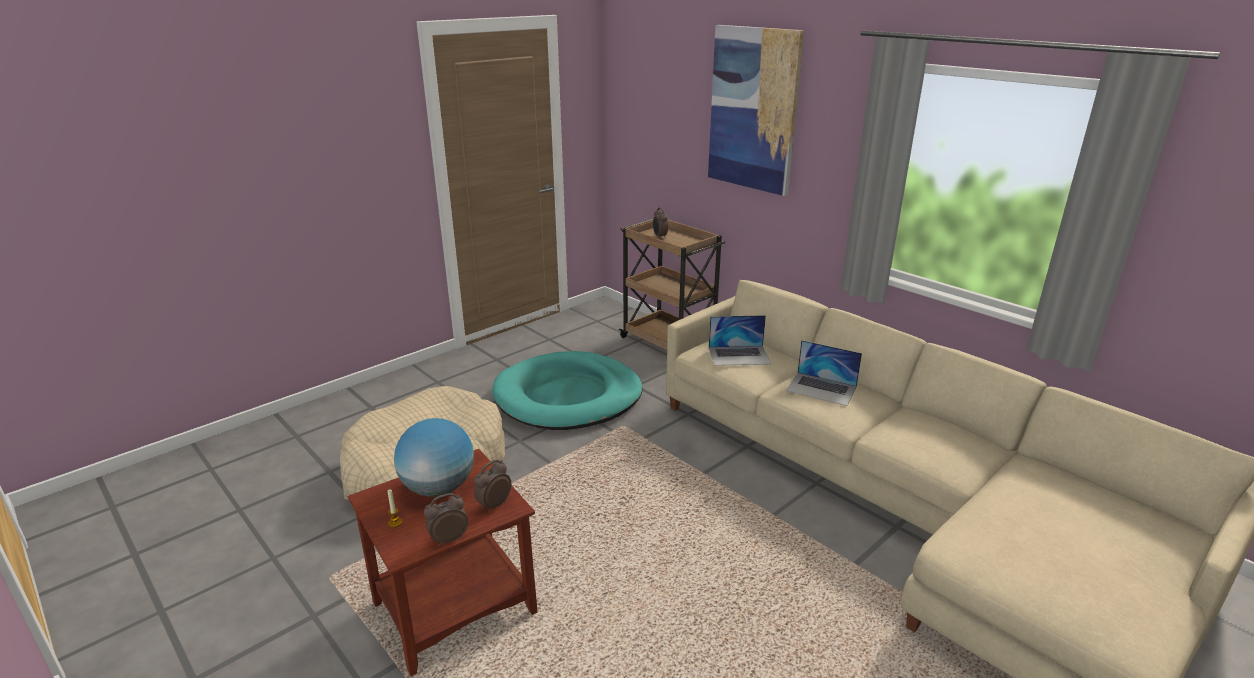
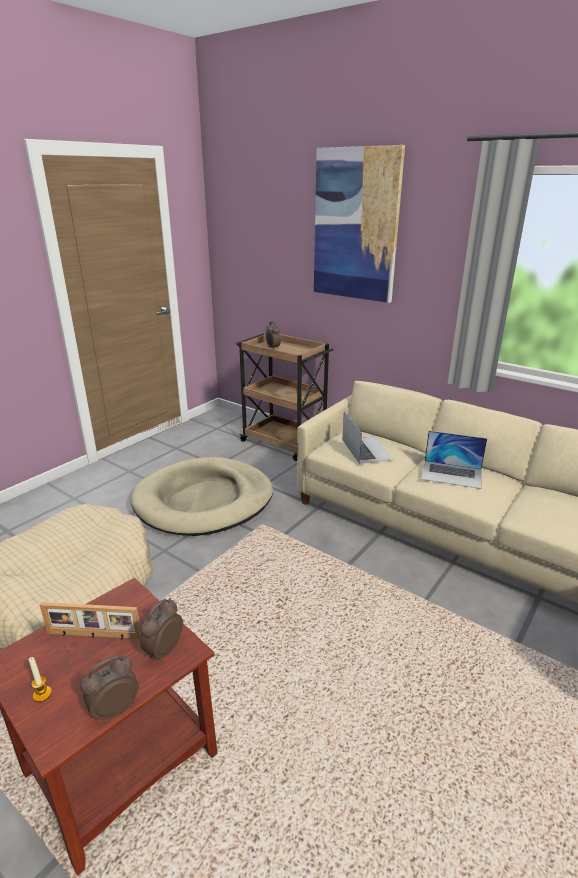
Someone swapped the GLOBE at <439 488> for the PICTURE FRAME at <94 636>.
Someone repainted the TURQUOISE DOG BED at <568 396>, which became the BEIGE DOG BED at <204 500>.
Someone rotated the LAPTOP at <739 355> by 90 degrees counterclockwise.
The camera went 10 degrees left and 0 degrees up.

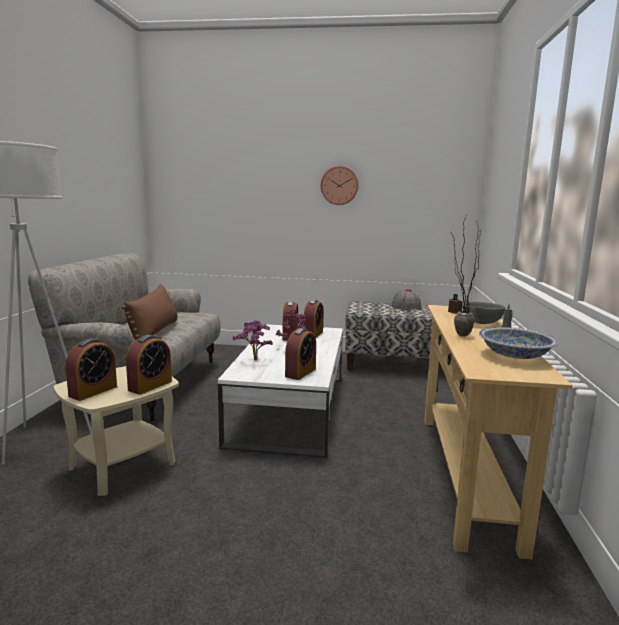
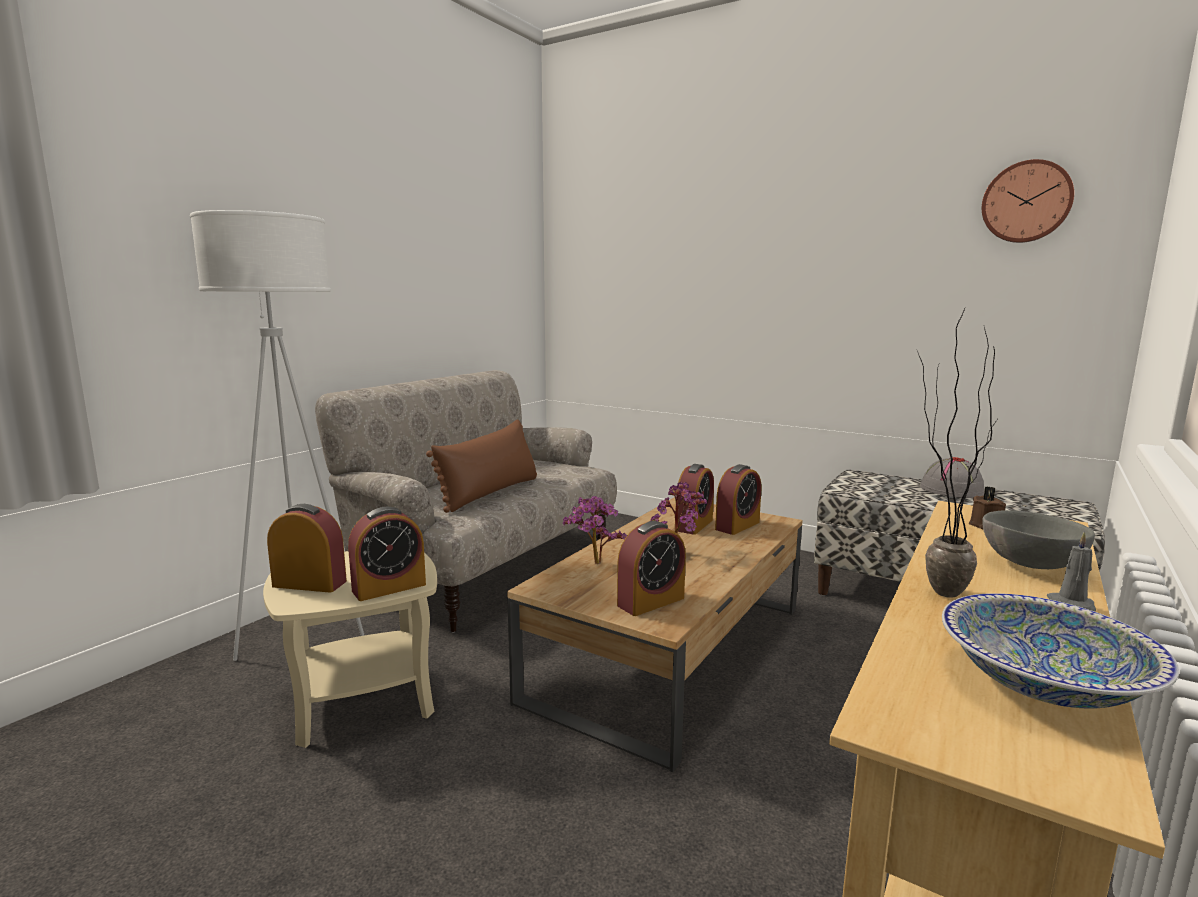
Someone rotated the ALARM CLOCK at <93 391> by 135 degrees counterclockwise.
Someone repainted the WHITE COFFEE TABLE at <290 407>, which became the BROWN COFFEE TABLE at <672 650>.
Someone carried the WALL CLOCK from <339 185> to <1026 202>.
The camera went 25 degrees right and 0 degrees up.

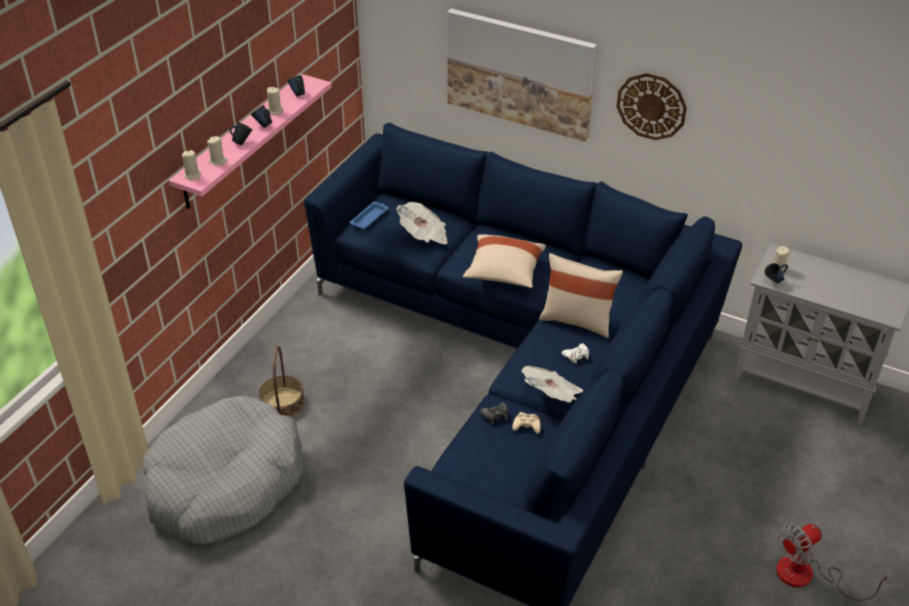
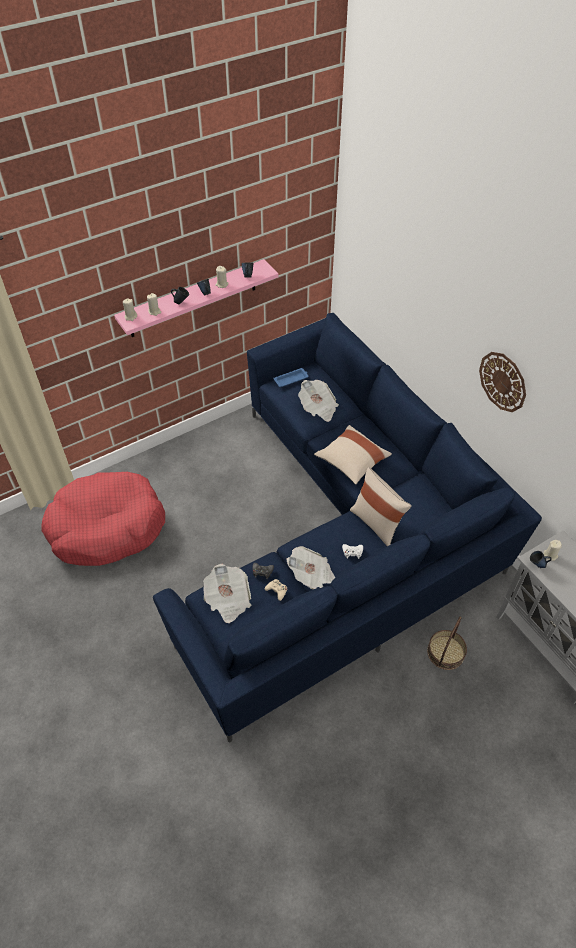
Someone repainted the GREY DOG BED at <225 484>, which became the RED DOG BED at <107 527>.
Someone carried the BASKET from <282 402> to <446 652>.
Someone took away the PICTURE at <520 73>.
Someone took away the FAN at <808 576>.
Someone put down the NEWSPAPER at <228 600>.
The camera went 30 degrees right and 10 degrees up.

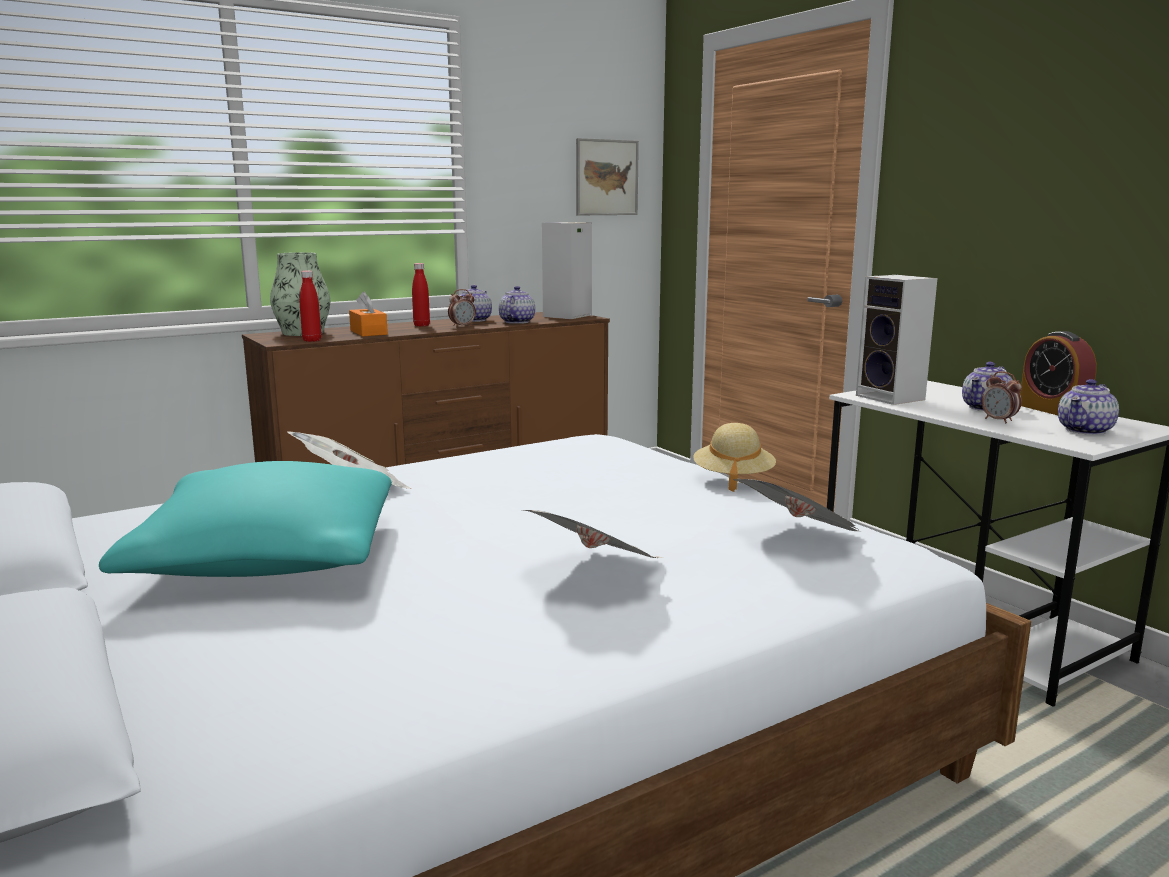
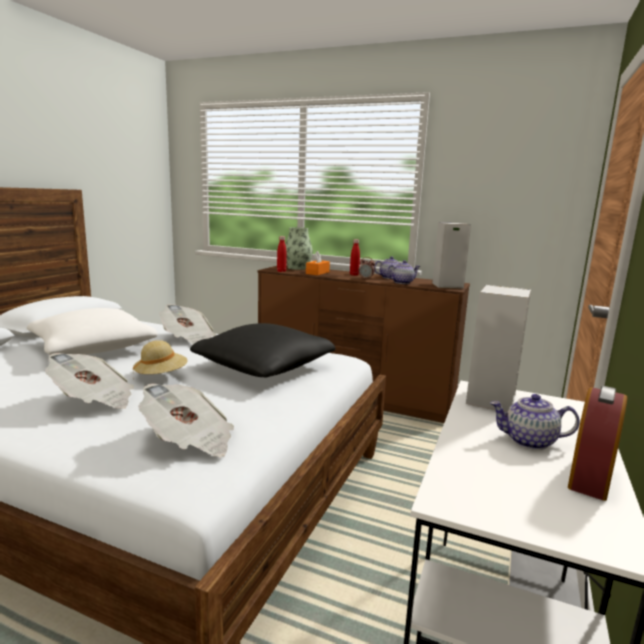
Someone repainted the TURQUOISE PILLOW at <268 558>, which became the WHITE PILLOW at <93 348>.
Someone took away the PICTURE at <606 177>.
Someone carried the BEIGE HAT from <733 479> to <161 376>.
Someone took away the ALARM CLOCK at <999 420>.
Someone took away the TEAPOT at <1085 430>.
Someone put down the BLACK PILLOW at <264 367>.
The camera went 55 degrees right and 0 degrees up.

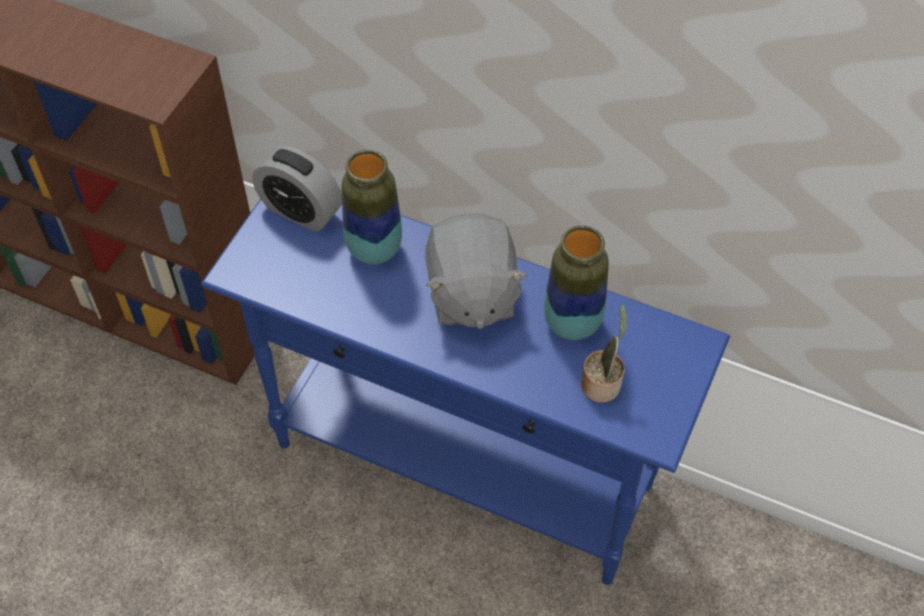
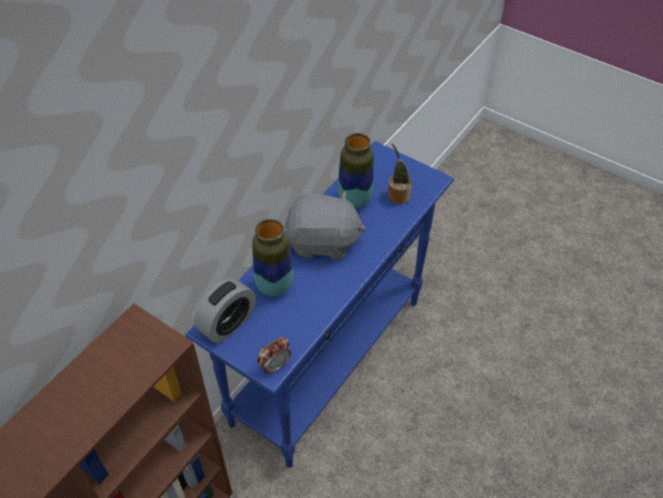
Someone put down the ALARM CLOCK at <275 366>.
The camera went 80 degrees left and 5 degrees down.

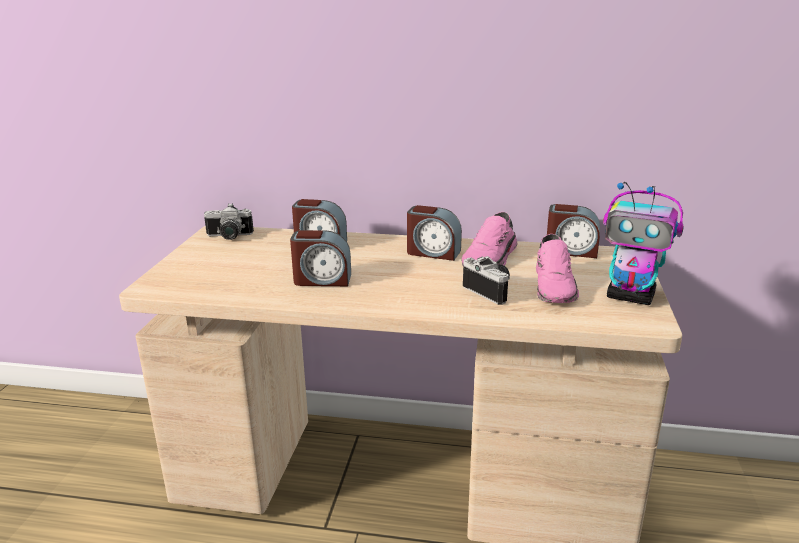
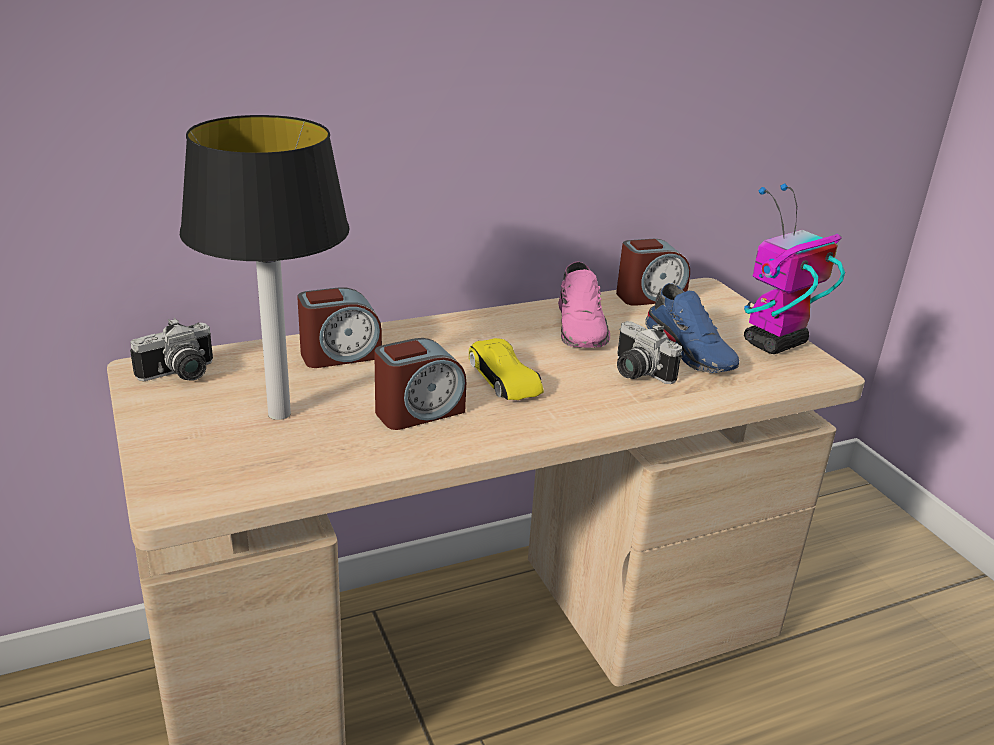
Someone took away the ALARM CLOCK at <433 252>.
Someone rotated the PHOTO CAMERA at <492 291> by 150 degrees counterclockwise.
Someone repainted the PINK SHOE at <555 287>, which became the BLUE SHOE at <691 350>.
Someone rotated the TOY ROBOT at <631 297> by 150 degrees clockwise.
Someone put down the TABLE LAMP at <278 414>.
Someone put down the YELLOW TOY CAR at <504 378>.
The camera went 35 degrees left and 5 degrees up.

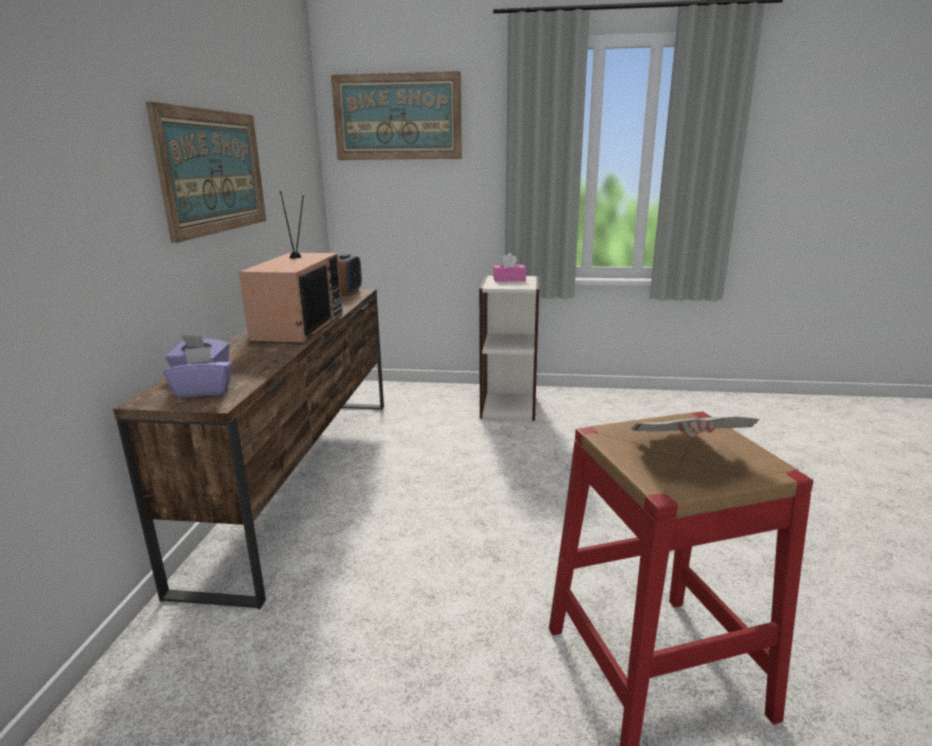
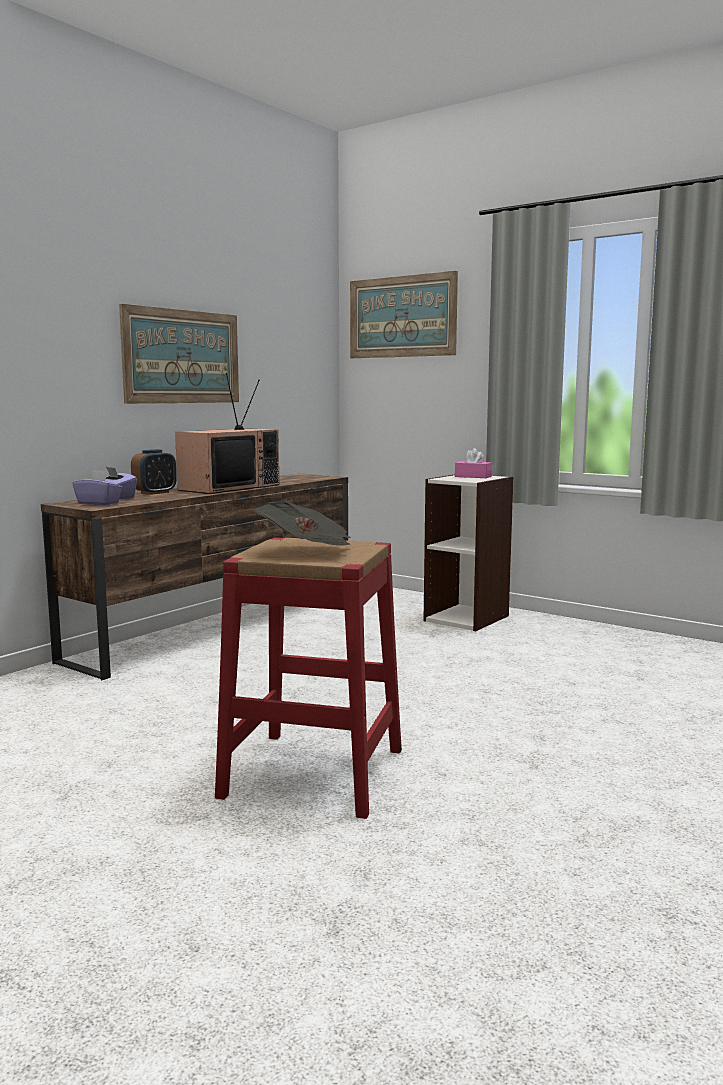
Someone carried the ALARM CLOCK from <349 292> to <155 493>.
The camera went 30 degrees right and 10 degrees down.

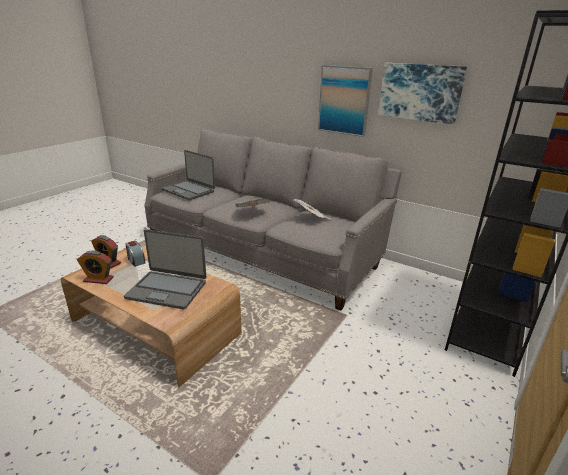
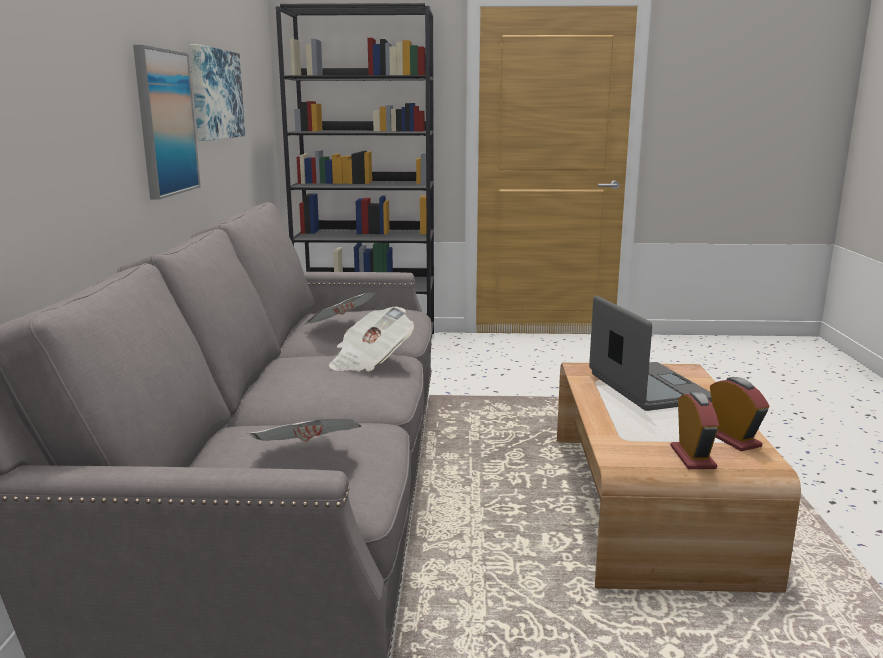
Someone took away the ALARM CLOCK at <136 261>.
Someone swapped the LAPTOP at <189 191> for the NEWSPAPER at <307 459>.
The camera went 120 degrees left and 10 degrees down.

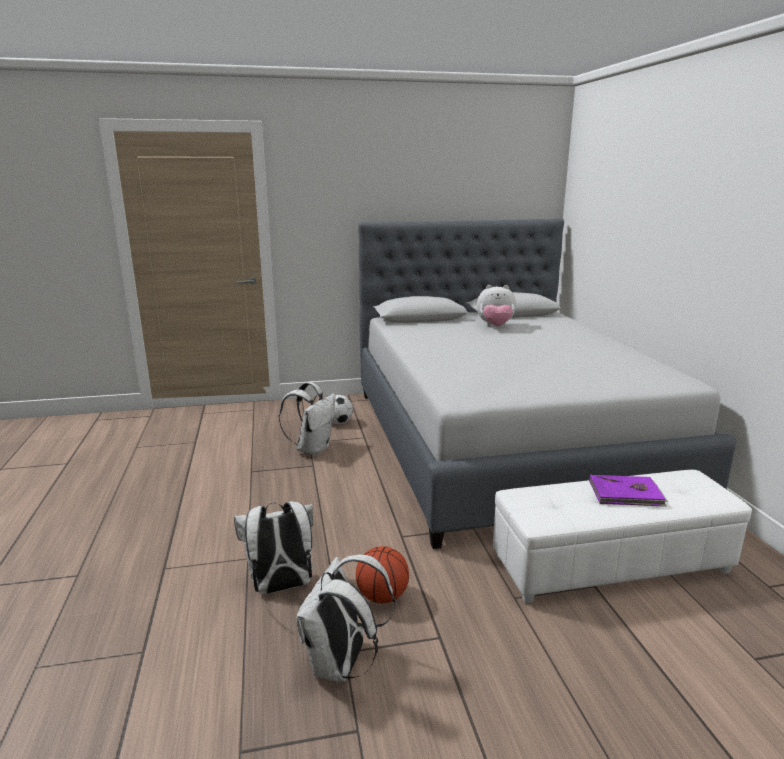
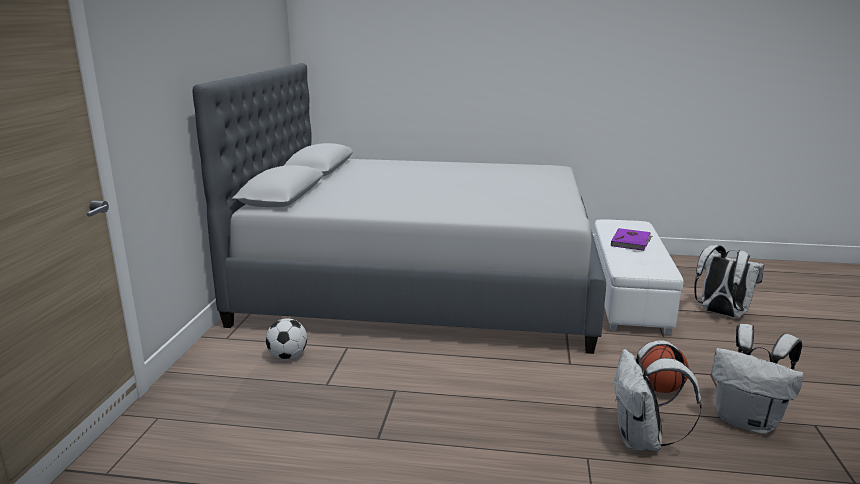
Someone carried the WHITE BACKPACK from <312 449> to <720 313>.
Someone took away the PLUSH TOY at <495 327>.
The camera went 70 degrees left and 0 degrees up.

